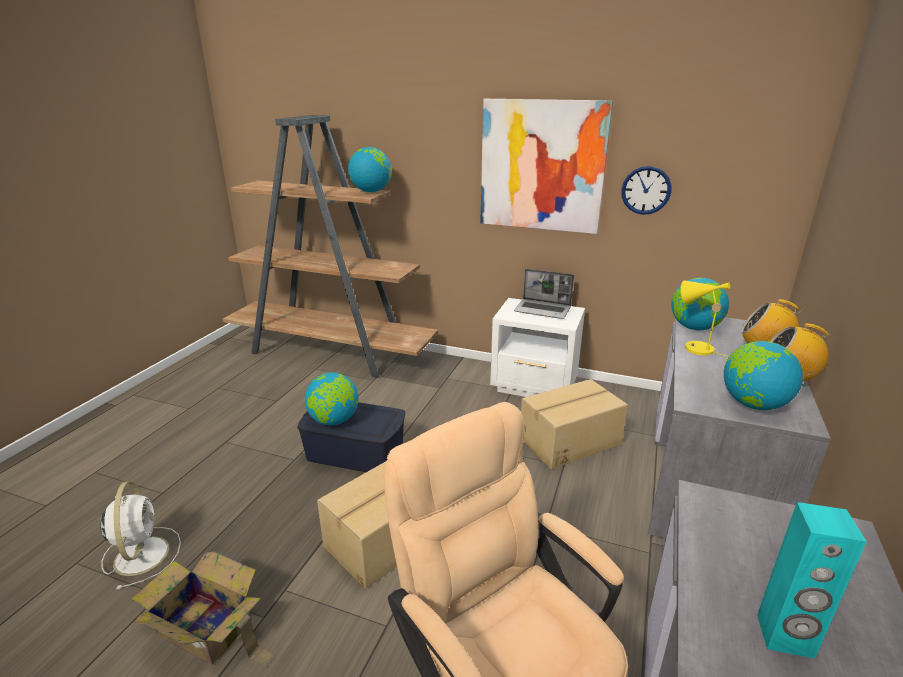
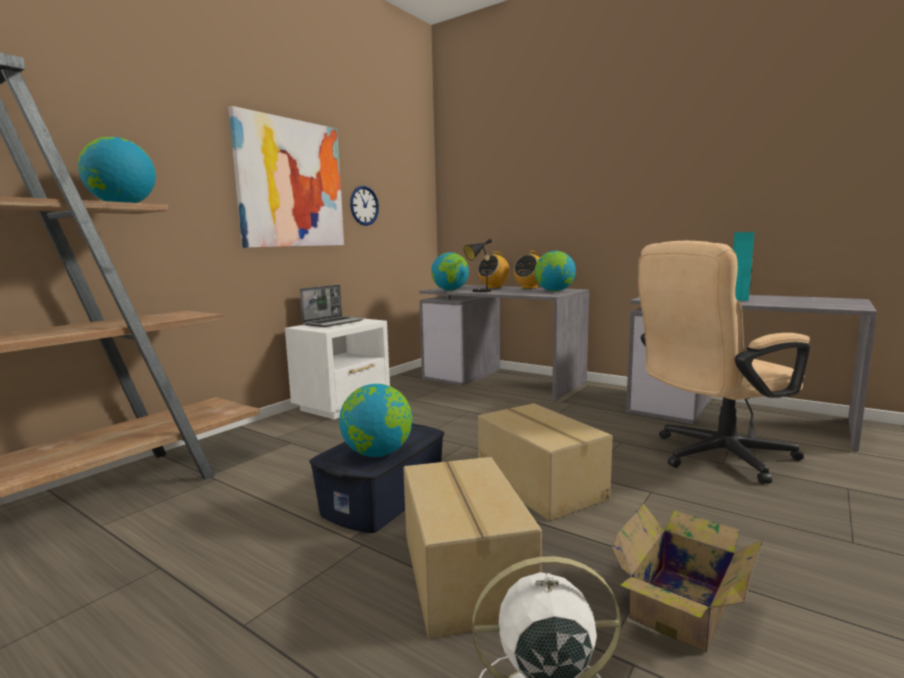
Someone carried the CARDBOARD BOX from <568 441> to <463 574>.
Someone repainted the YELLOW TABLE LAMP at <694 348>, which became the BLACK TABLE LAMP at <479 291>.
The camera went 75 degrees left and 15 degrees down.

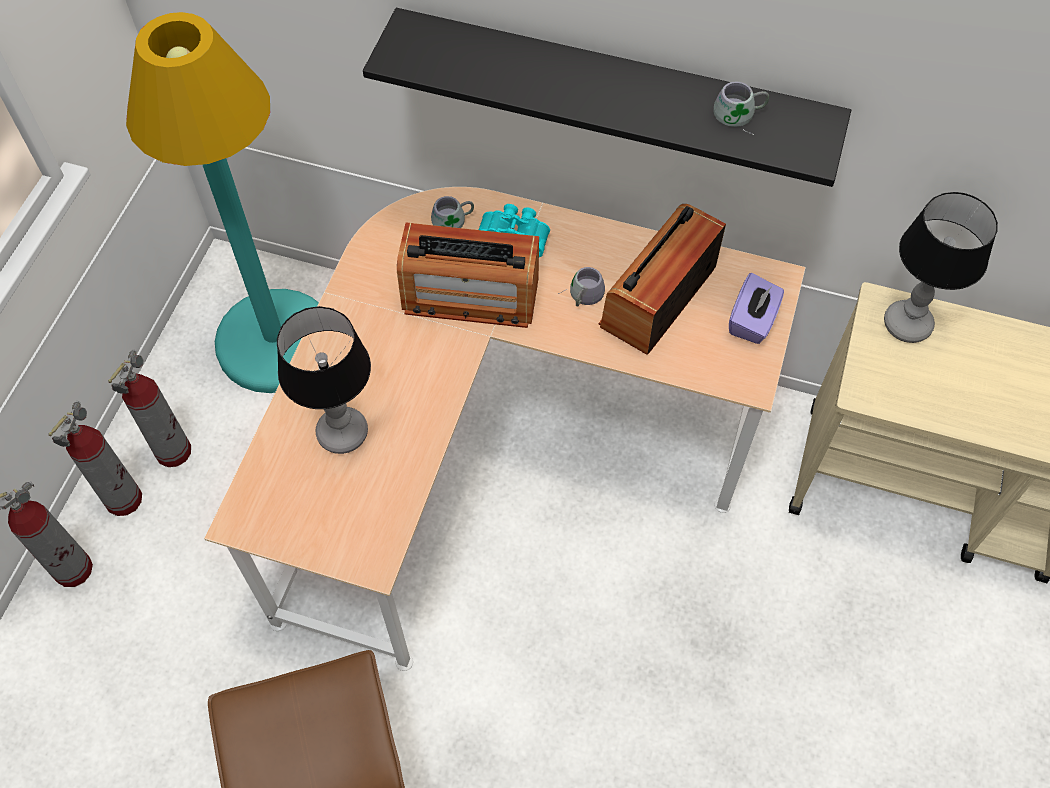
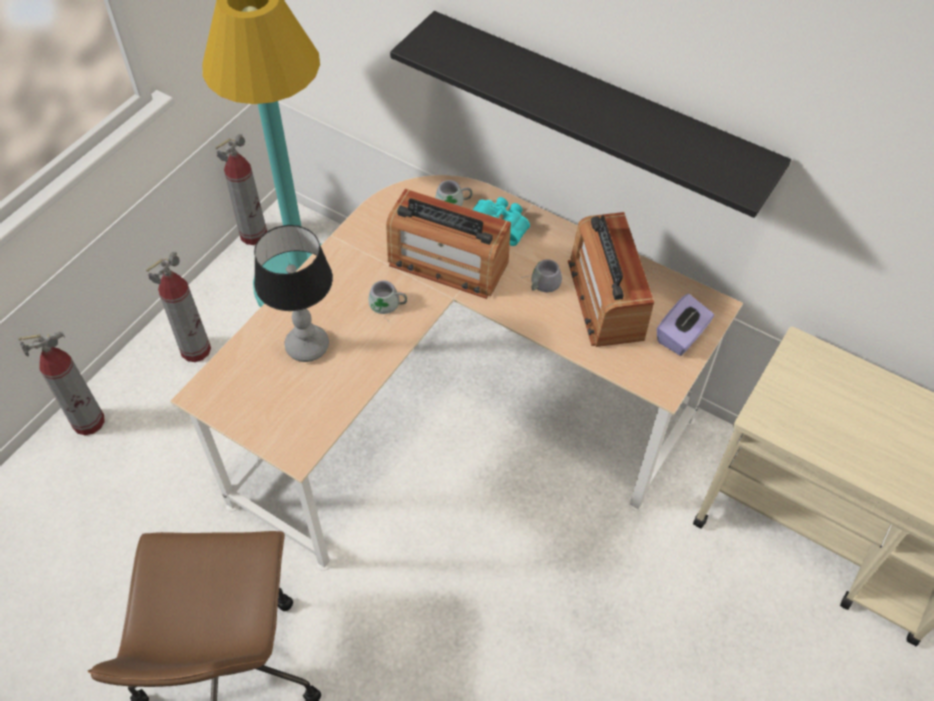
Someone carried the FIRE EXTINGUISHER from <124 499> to <254 234>.
Someone rotated the RADIO at <658 297> by 60 degrees counterclockwise.
Someone carried the GREY MUG from <739 116> to <387 306>.
Someone took away the TABLE LAMP at <908 325>.
The camera went 15 degrees right and 5 degrees down.

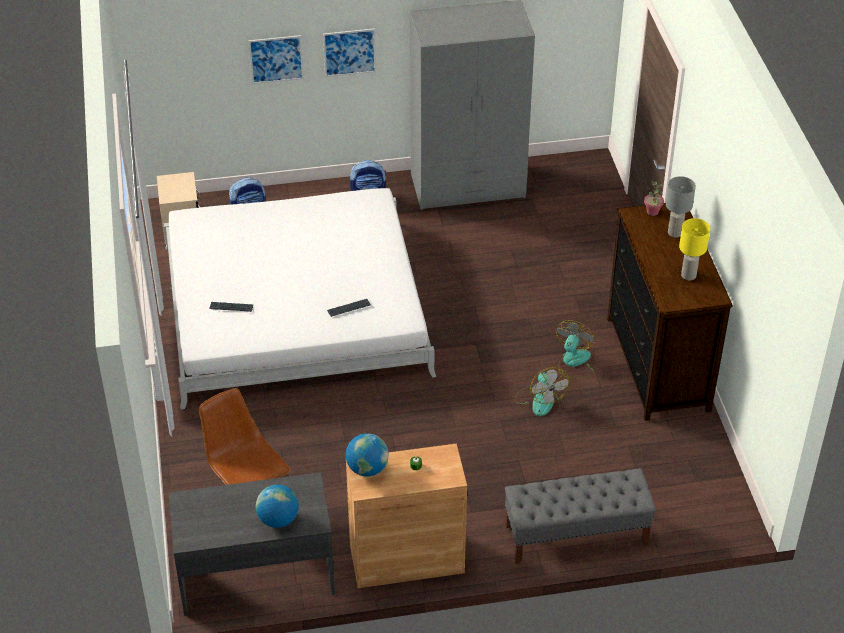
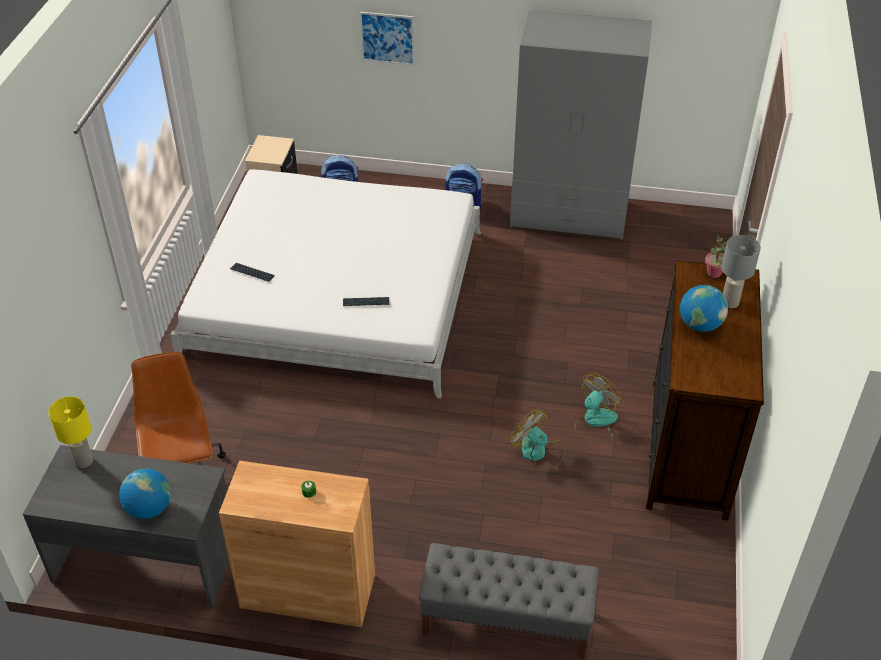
Someone took away the PICTURE at <349 52>.
Someone carried the GLOBE from <367 468> to <700 325>.
Someone rotated the FAN at <539 399> by 135 degrees clockwise.
Someone carried the YELLOW TABLE LAMP from <688 275> to <83 461>.
The camera went 20 degrees right and 0 degrees up.

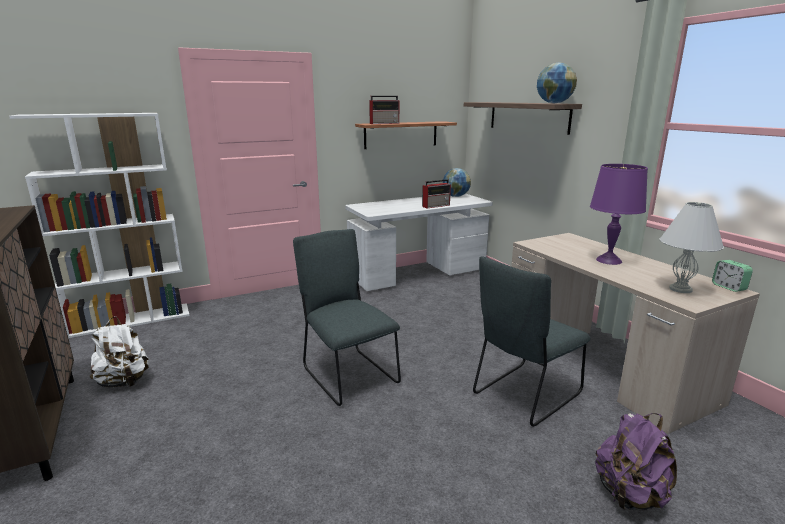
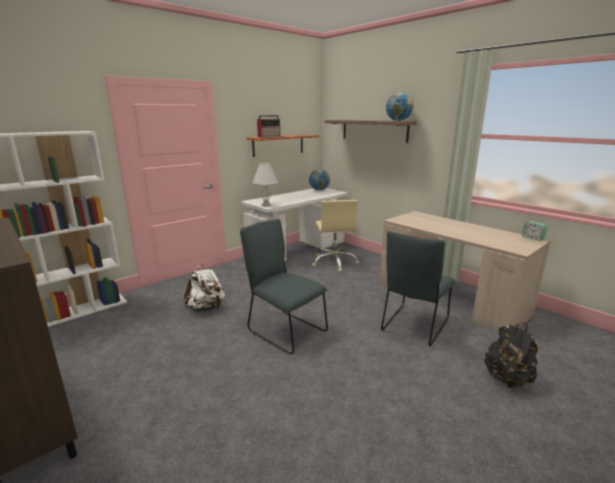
Someone carried the WHITE BACKPACK from <124 382> to <206 308>.
Someone took away the RADIO at <436 206>.
Someone took away the PURPLE TABLE LAMP at <608 260>.
Someone repainted the PURPLE BACKPACK at <630 495>, which became the BLACK BACKPACK at <507 379>.
Someone carried the WHITE TABLE LAMP from <680 289> to <266 205>.
Someone put down the BEIGE OFFICE CHAIR at <334 262>.
The camera went 15 degrees left and 0 degrees up.

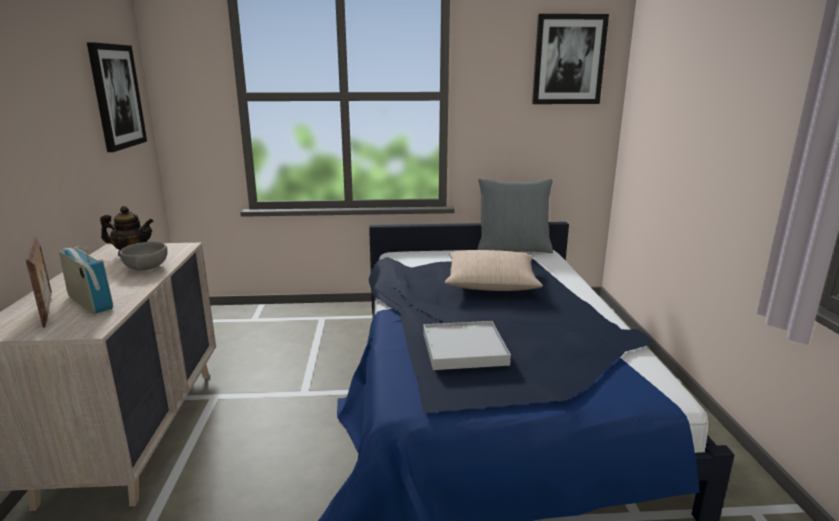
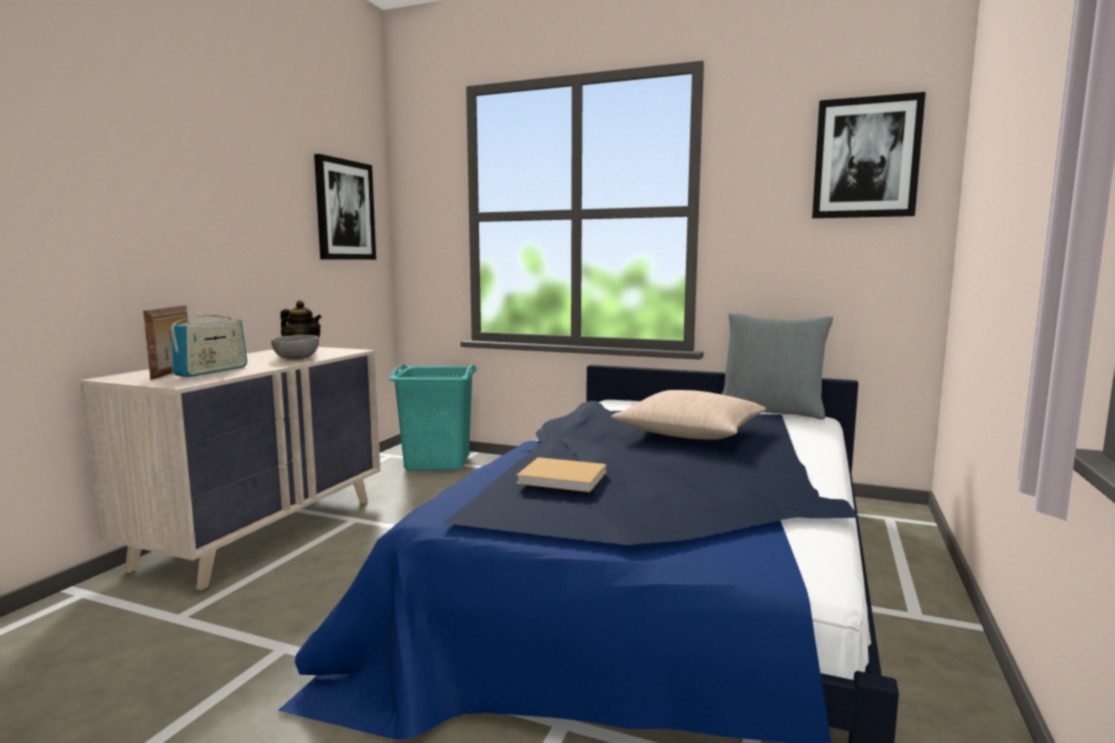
Someone rotated the RADIO at <90 302> by 45 degrees clockwise.
Someone swapped the WHITE TRAY at <464 349> for the BEIGE BOOK at <565 478>.
Someone put down the TURQUOISE LAUNDRY BASKET at <438 463>.
The camera went 25 degrees right and 10 degrees down.

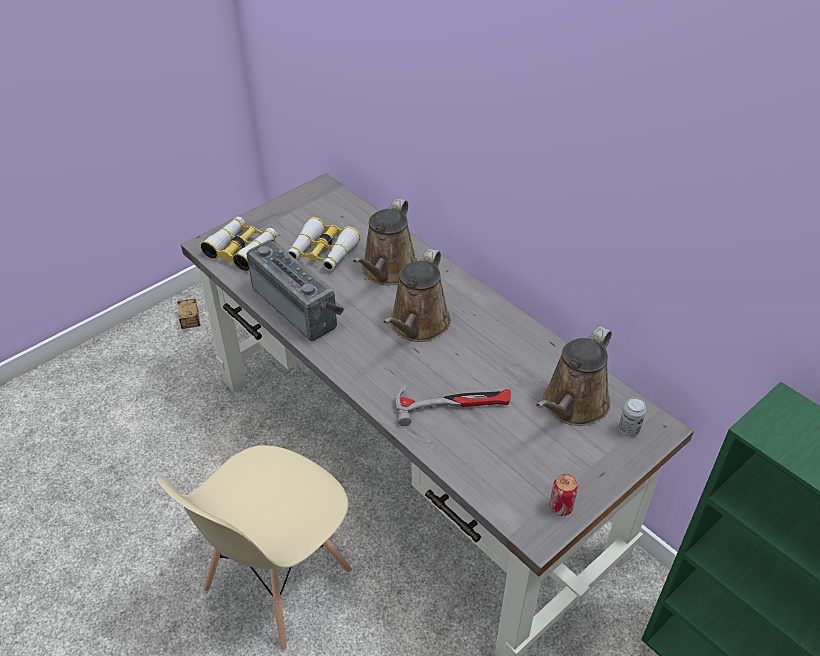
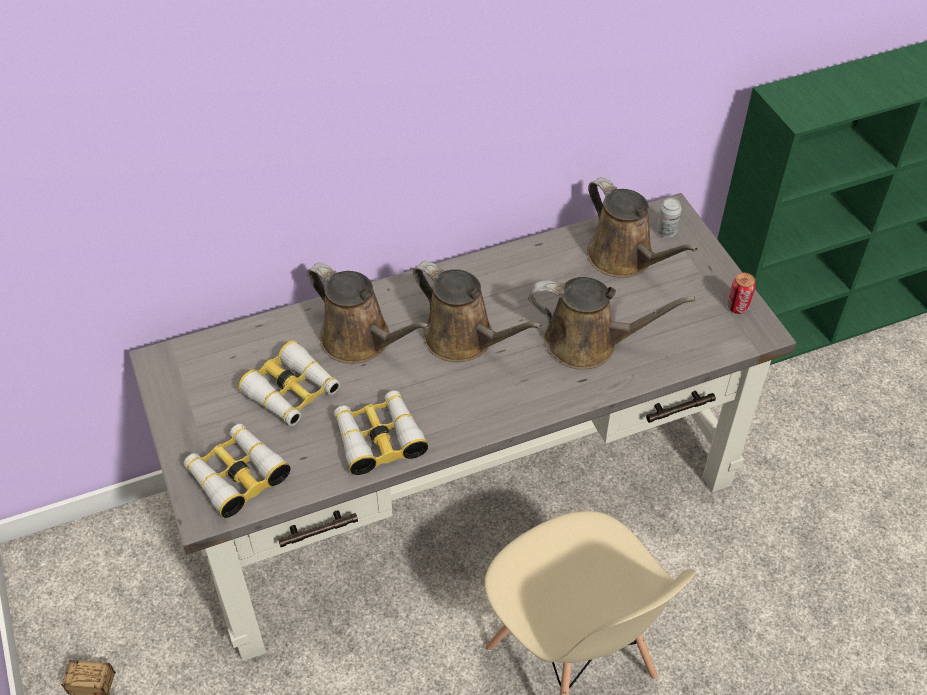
Someone swapped the RADIO at <299 306> for the BINOCULARS at <378 438>.
Someone swapped the HAMMER at <453 403> for the BROWN WATERING CAN at <588 343>.
The camera went 70 degrees left and 5 degrees up.

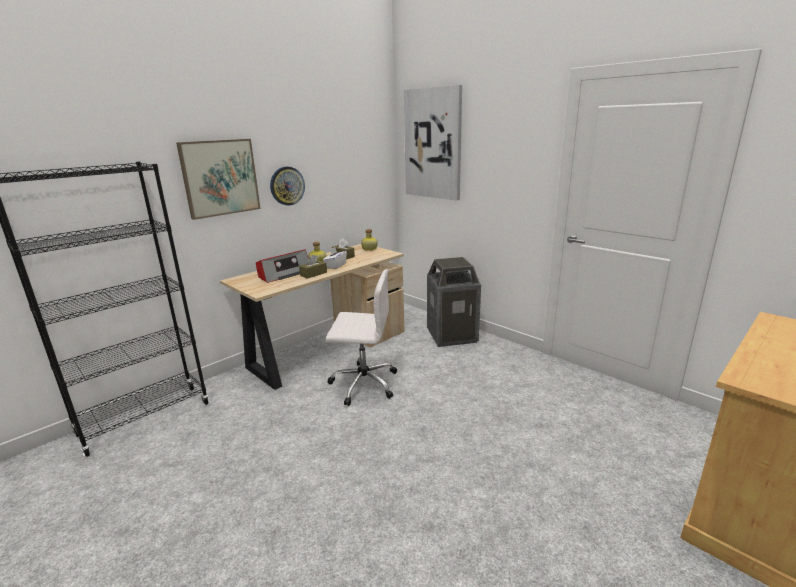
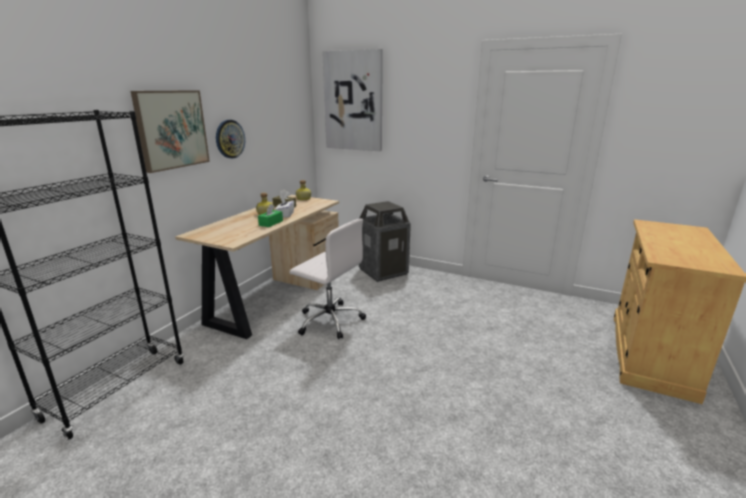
Someone took away the RADIO at <284 274>.
Someone repainted the BROWN TISSUE BOX at <313 274>, which became the GREEN TISSUE BOX at <271 223>.
Someone rotated the WHITE OFFICE CHAIR at <363 383> by 45 degrees clockwise.
The camera went 20 degrees left and 0 degrees up.

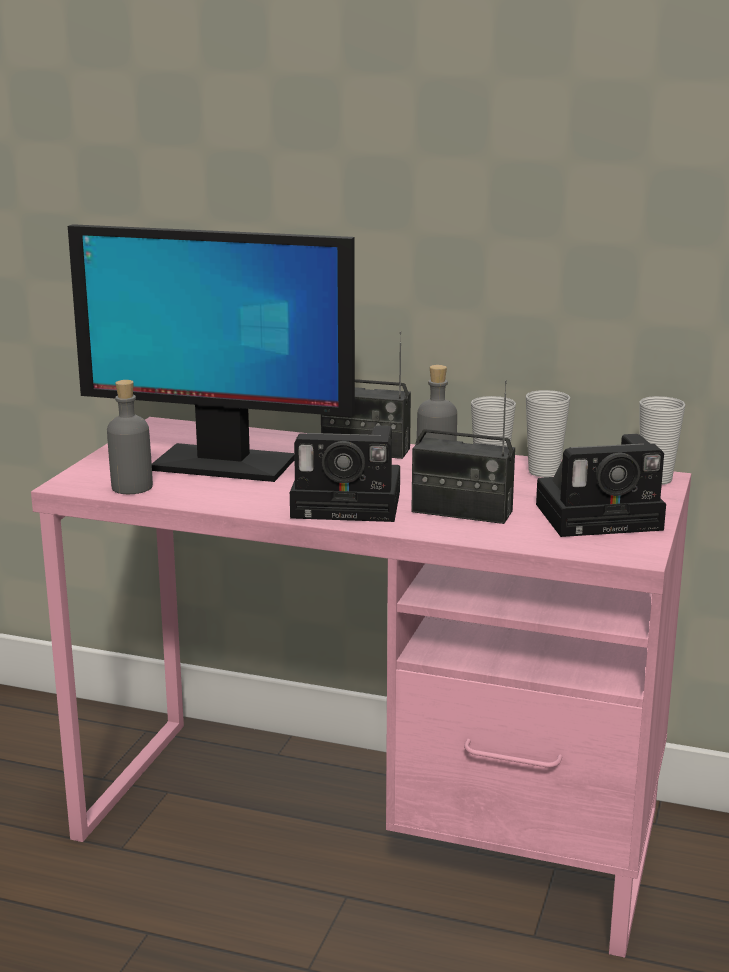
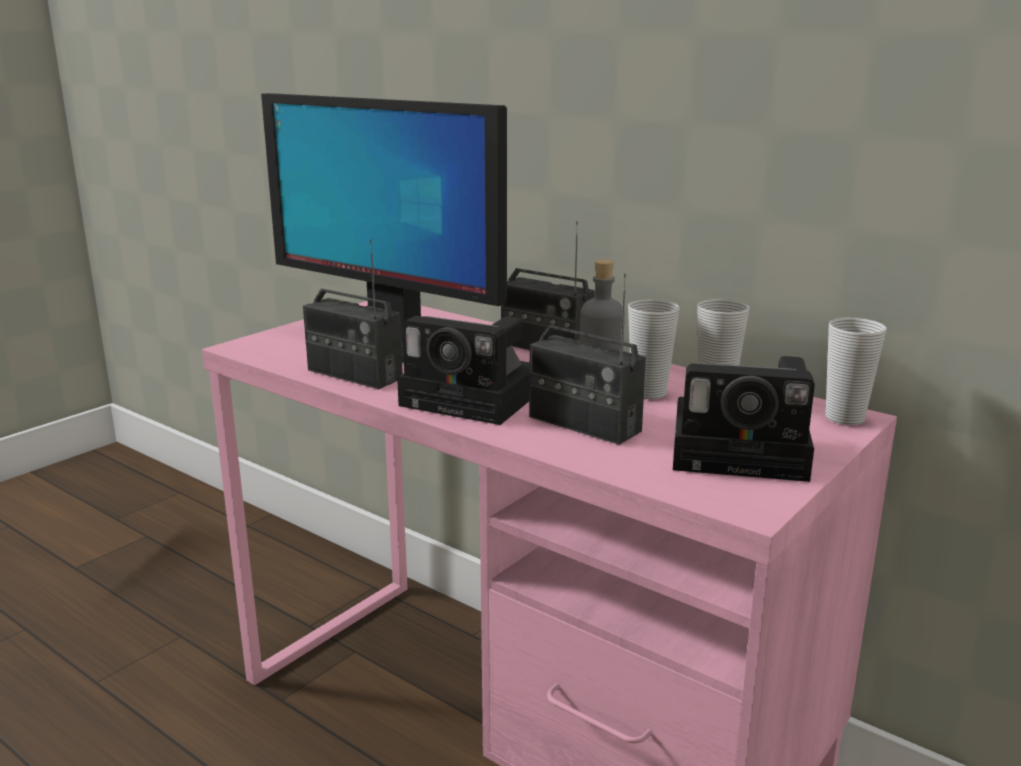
Someone took away the GREY BOTTLE at <132 487>.
Someone put down the RADIO at <354 374>.
The camera went 20 degrees right and 0 degrees up.

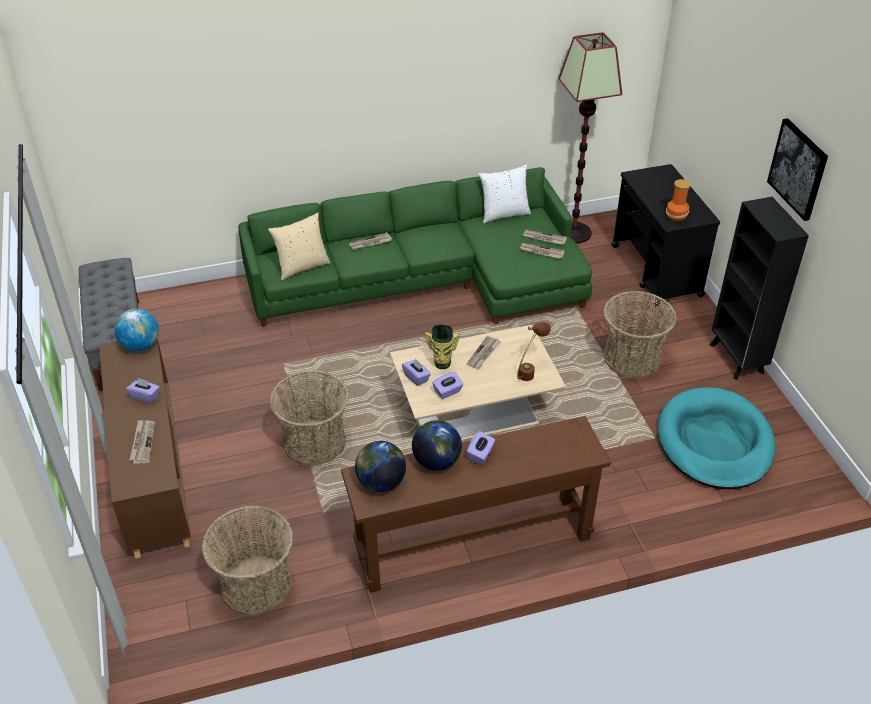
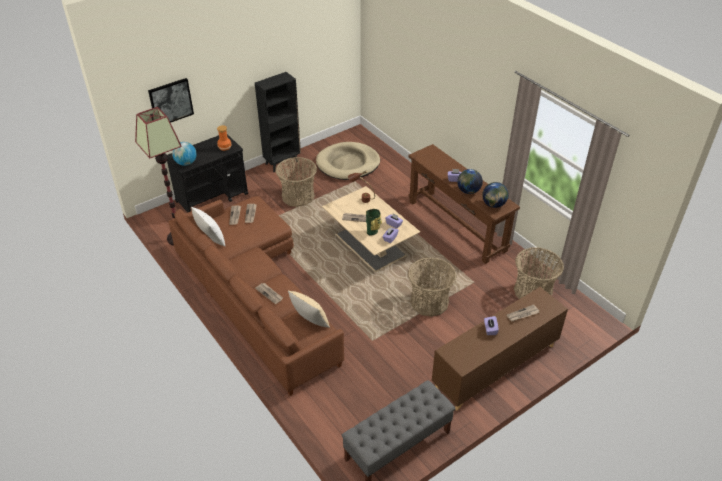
Someone carried the GLOBE from <140 346> to <186 163>.
Someone repainted the GREEN SOFA at <428 280>, which became the BROWN SOFA at <256 294>.
Someone repainted the TURQUOISE DOG BED at <714 442>, which became the BEIGE DOG BED at <348 163>.
Someone carried the PICTURE from <798 169> to <171 102>.
The camera went 110 degrees left and 0 degrees up.

